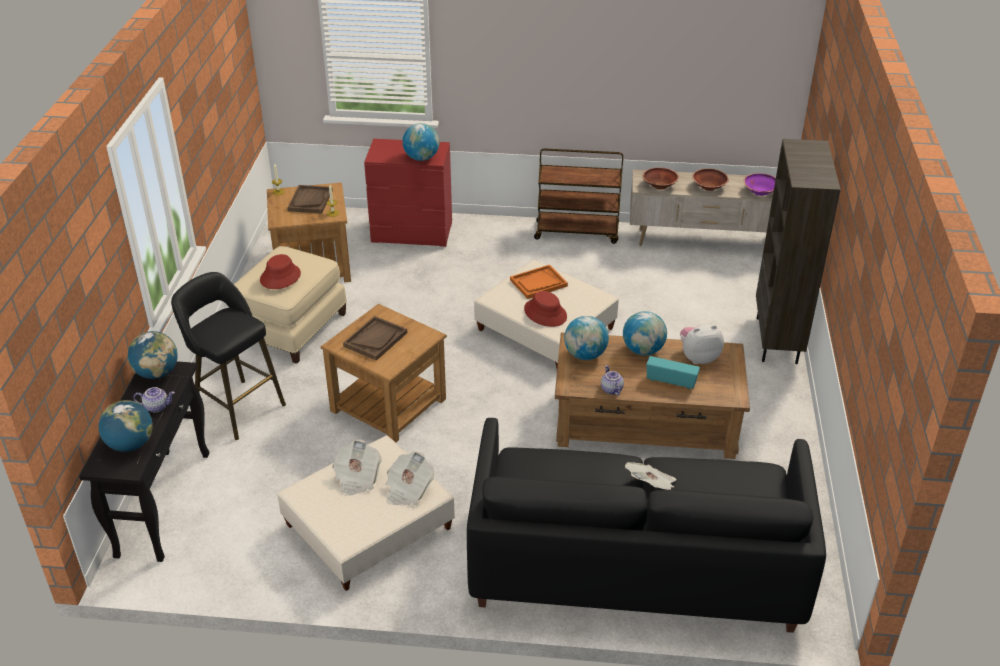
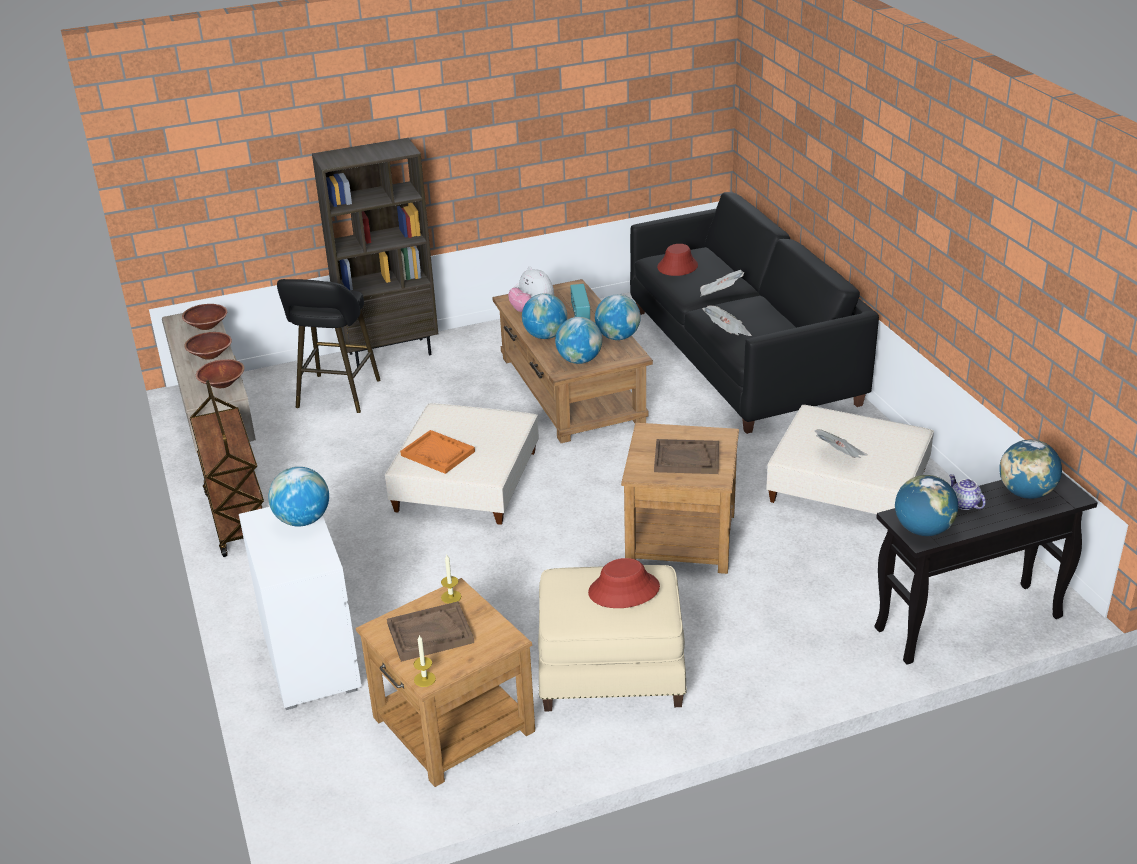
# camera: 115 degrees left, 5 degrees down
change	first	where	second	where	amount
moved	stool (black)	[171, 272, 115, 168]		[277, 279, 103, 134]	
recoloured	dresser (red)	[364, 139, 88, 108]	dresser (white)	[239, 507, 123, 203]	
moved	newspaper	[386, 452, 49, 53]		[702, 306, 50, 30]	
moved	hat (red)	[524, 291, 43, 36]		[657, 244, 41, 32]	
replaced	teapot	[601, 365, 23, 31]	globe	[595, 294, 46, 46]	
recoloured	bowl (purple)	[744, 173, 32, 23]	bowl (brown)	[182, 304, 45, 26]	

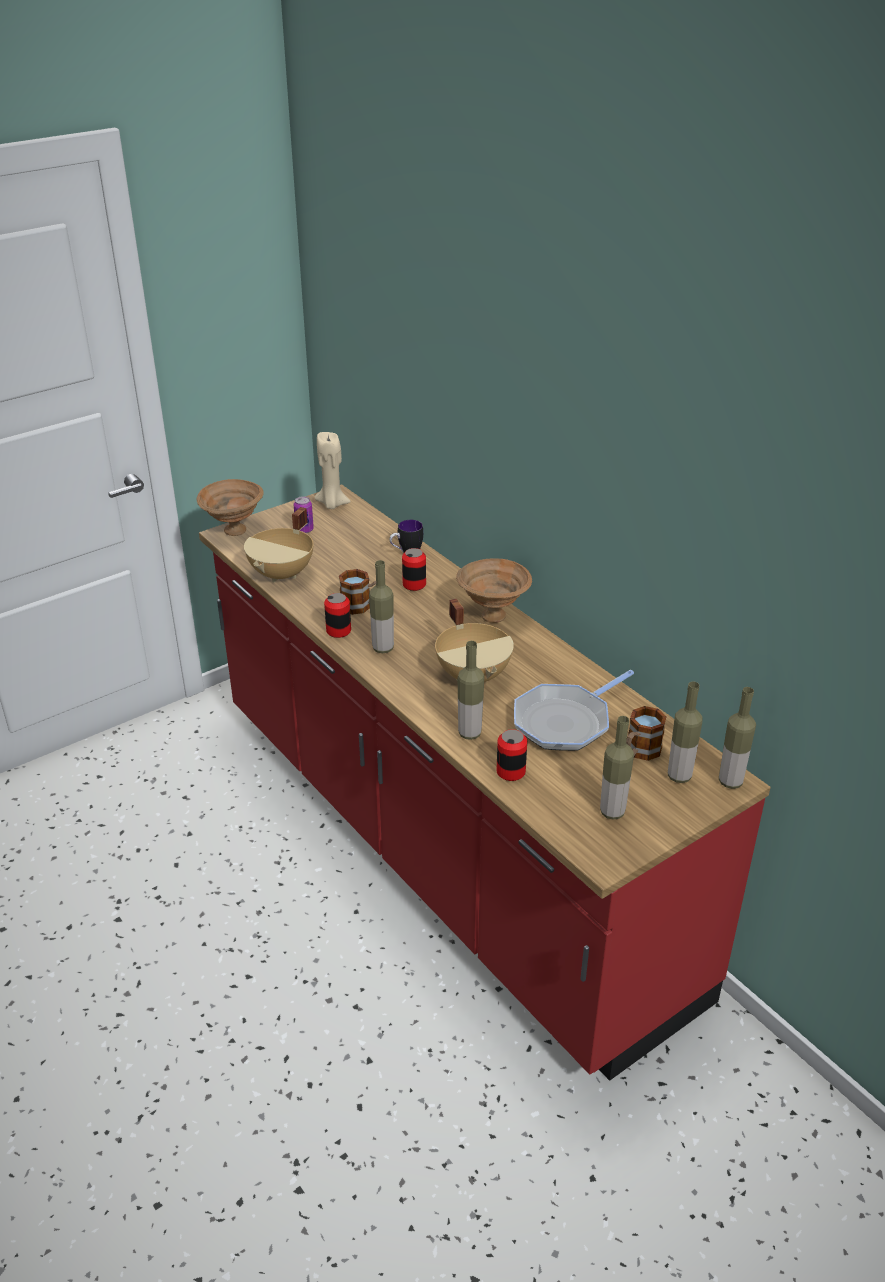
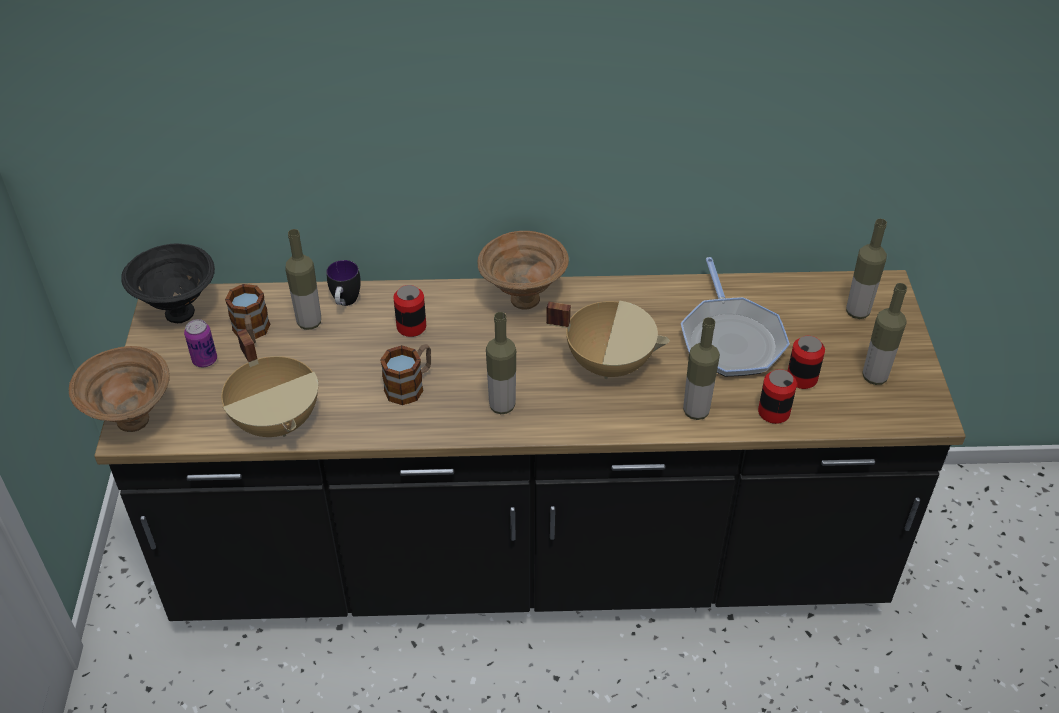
# camera: 55 degrees left, 10 degrees up
change	first	where	second	where	amount
recoloured	counter (red)	[199, 484, 572, 597]	counter (black)	[94, 270, 872, 351]	
replaced	candle (beige)	[315, 432, 36, 77]	bowl (black)	[121, 244, 94, 79]	
moved	can	[324, 593, 27, 45]		[788, 336, 37, 53]	
moved	mug	[626, 706, 40, 55]		[225, 284, 45, 60]	
moved	bottle	[719, 687, 37, 102]		[285, 229, 36, 101]	

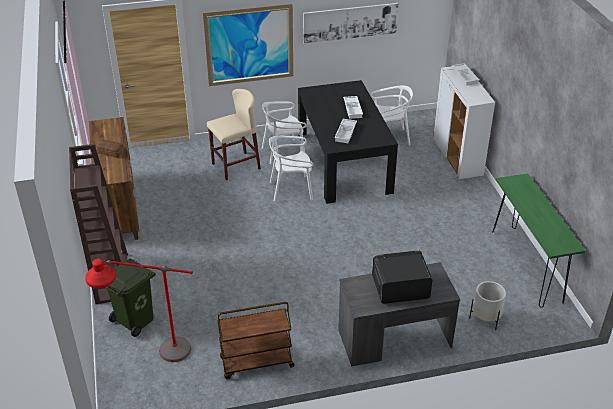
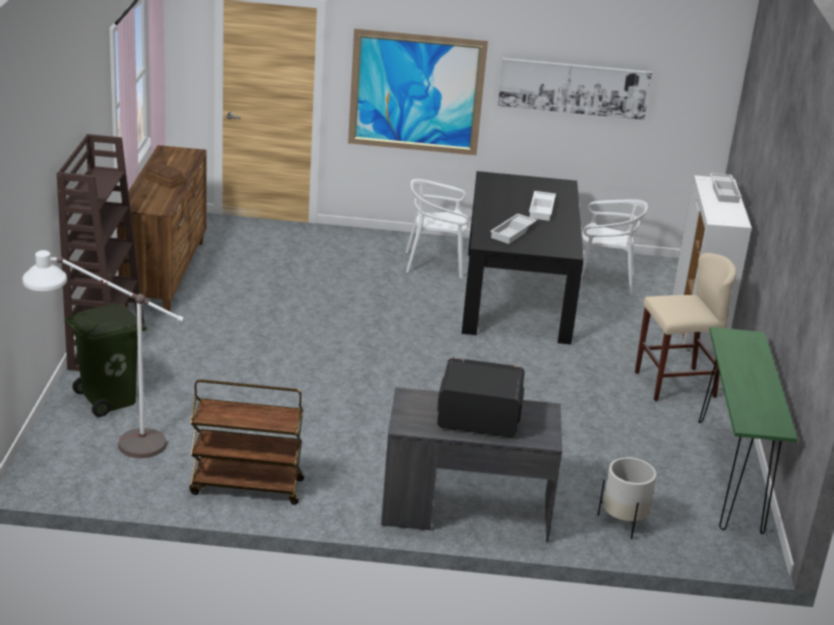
# camera: 15 degrees right, 10 degrees down
change	first	where	second	where	amount
recoloured	floor lamp (red)	[85, 259, 108, 103]	floor lamp (white)	[23, 250, 160, 208]	
moved	stool (beige)	[207, 89, 54, 91]		[635, 253, 102, 148]	
removed	chair (white)	[269, 136, 45, 66]			

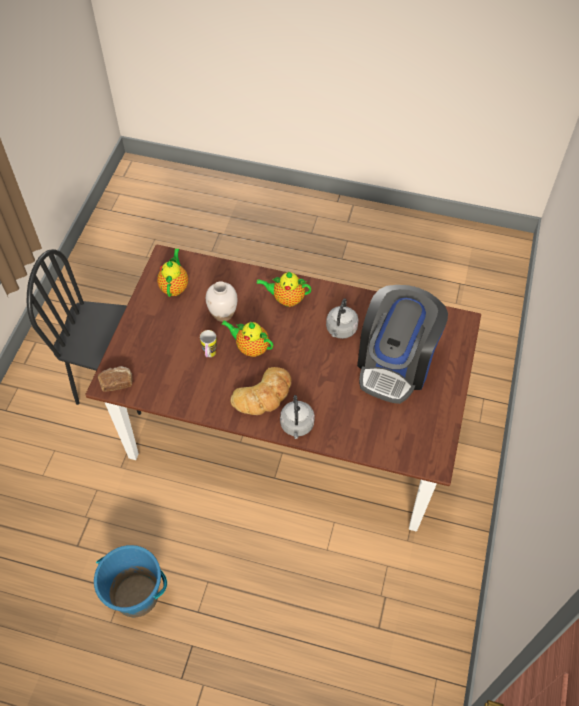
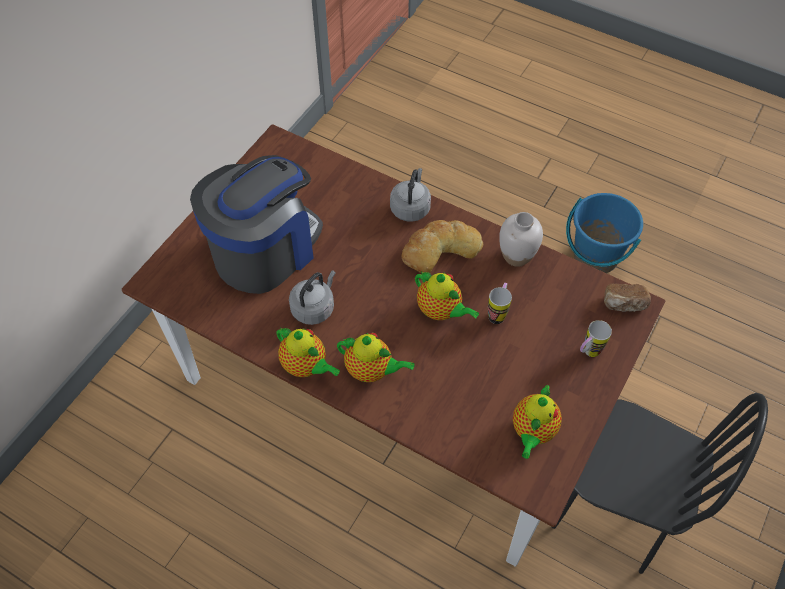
# camera: 165 degrees left, 0 degrees up
change	first	where	second	where	amount
moved	vase (white)	[206, 281, 31, 41]		[499, 212, 44, 55]	
added			teapot	[276, 328, 64, 49]	
added			mug	[580, 320, 32, 37]	

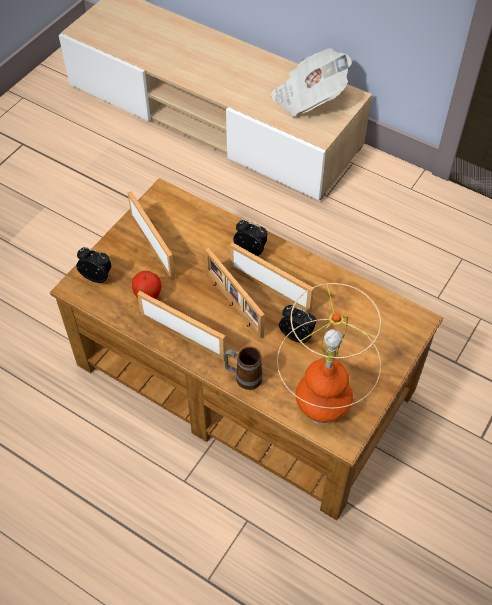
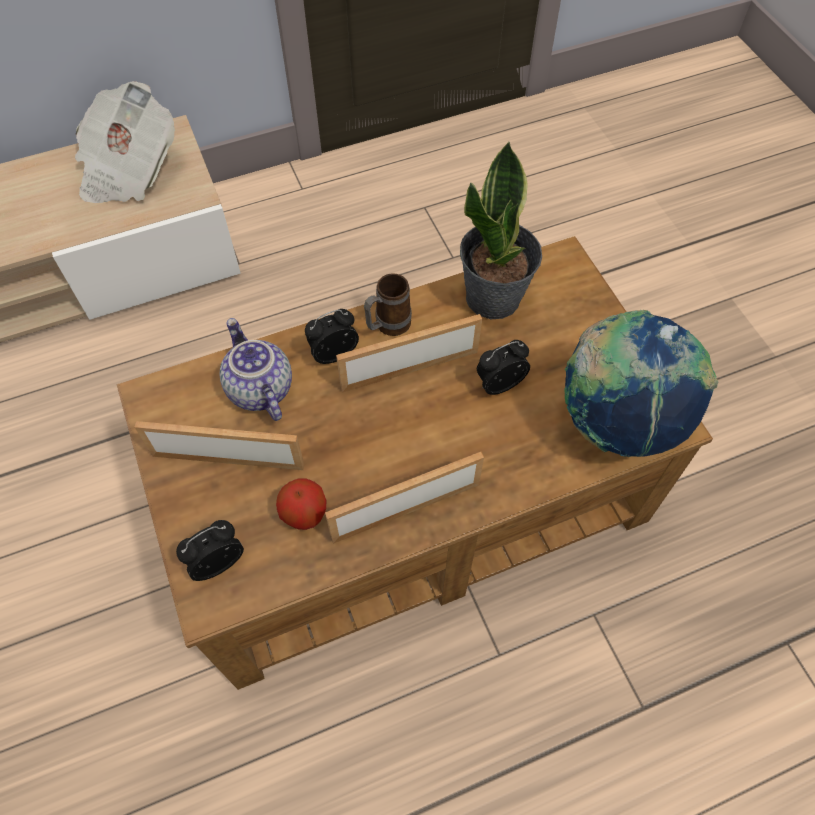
# camera: 55 degrees left, 5 degrees up
change	first	where	second	where	amount
removed	picture frame	[205, 248, 60, 91]			
moved	mug	[224, 347, 39, 43]		[364, 273, 48, 63]	
replaced	table lamp	[277, 283, 104, 142]	globe	[564, 310, 154, 147]	
added			teapot	[220, 318, 72, 103]	
added			potted plant	[460, 142, 82, 177]	

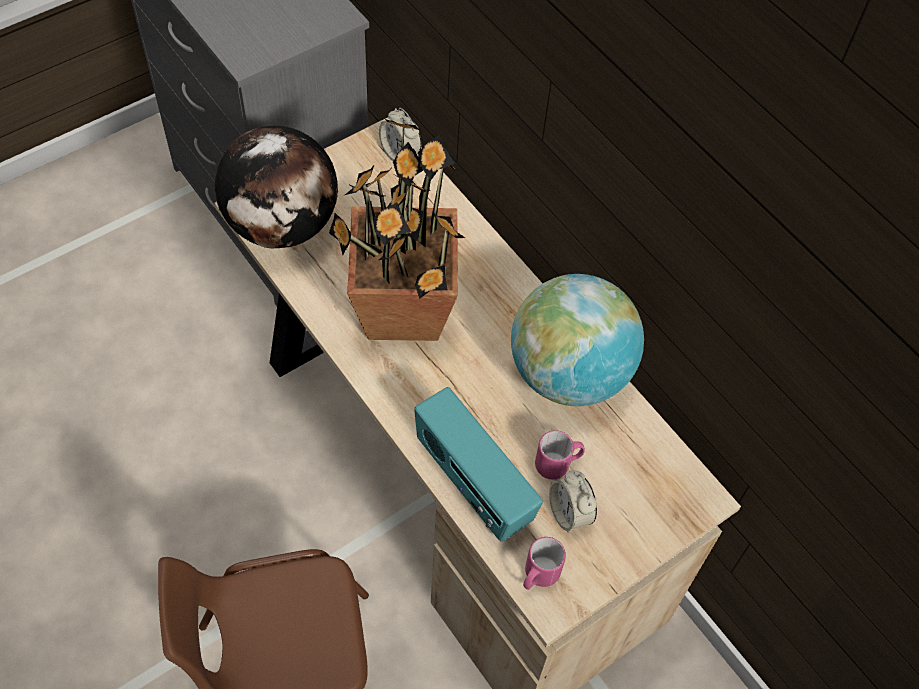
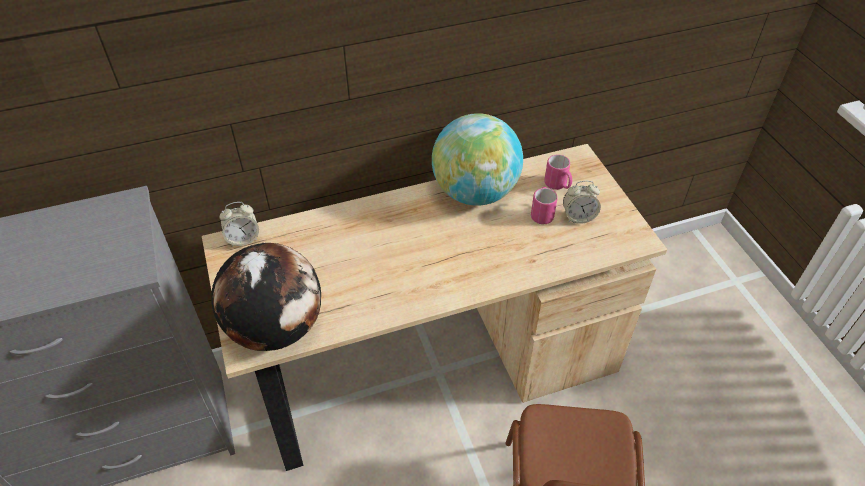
# camera: 70 degrees left, 10 degrees down
change	first	where	second	where	amount
removed	potted plant	[329, 119, 136, 222]			
removed	radio	[414, 387, 129, 155]			
moved	mug (pink)	[523, 537, 43, 53]		[544, 155, 28, 35]	

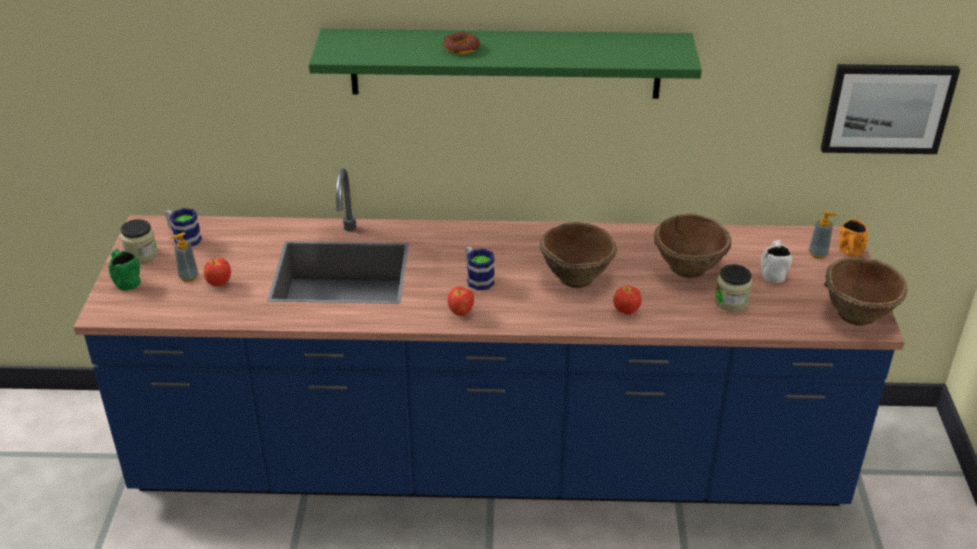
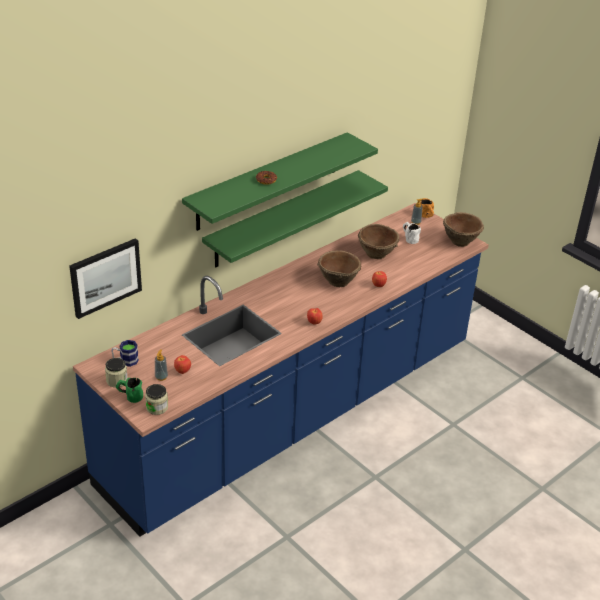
# camera: 45 degrees left, 0 degrees up
change	first	where	second	where	amount
removed	mug	[466, 247, 29, 43]			
moved	jar	[714, 264, 38, 47]		[145, 384, 23, 31]	
moved	picture	[821, 64, 139, 90]		[69, 238, 73, 81]	
added			shelf (green)	[202, 170, 186, 97]	

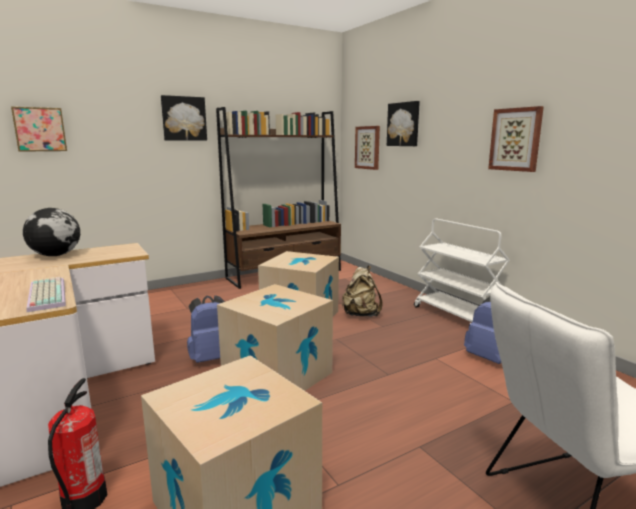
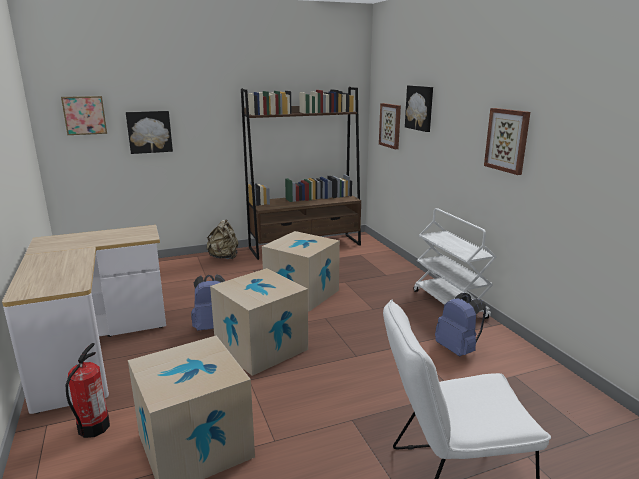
# camera: 10 degrees right, 5 degrees up
change	first	where	second	where	amount
removed	globe	[23, 208, 57, 48]			
removed	keyboard	[27, 277, 39, 35]			
moved	picture	[161, 95, 46, 46]		[126, 111, 47, 43]	
moved	backpack (beige)	[342, 265, 40, 52]		[206, 219, 32, 40]	

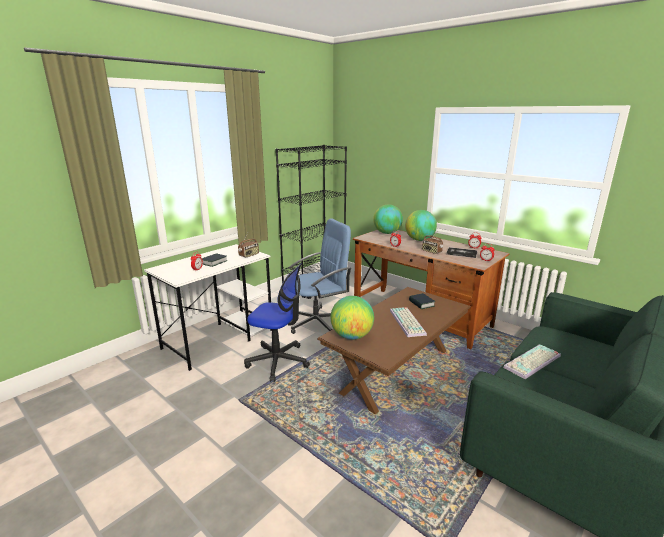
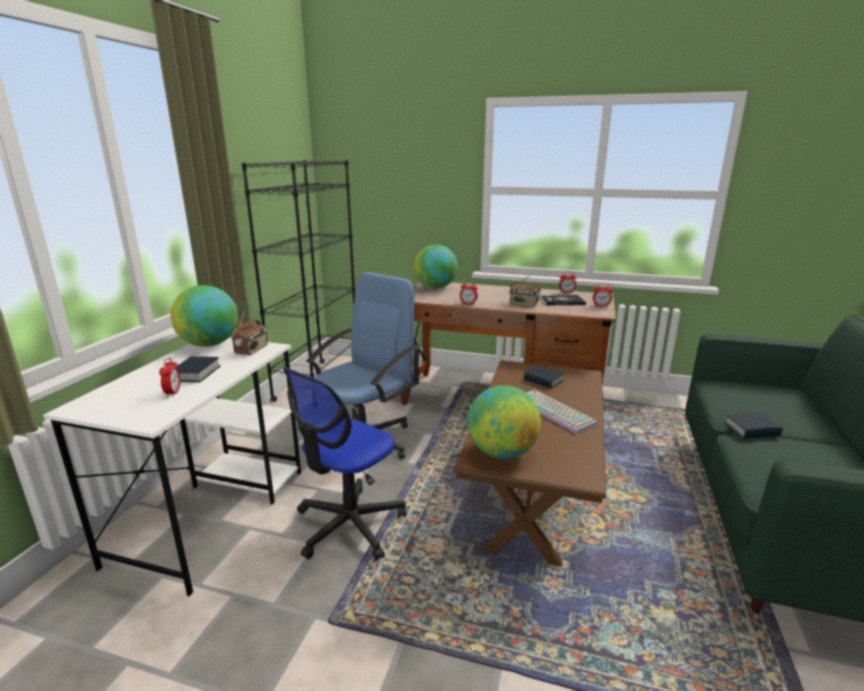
# camera: 25 degrees left, 0 degrees up
change	first	where	second	where	amount
turned	office chair	[244, 264, 66, 118]		[283, 367, 124, 193]	135 degrees clockwise
moved	globe	[405, 210, 32, 31]		[171, 285, 67, 62]	
replaced	keyboard	[503, 344, 58, 35]	book	[724, 413, 59, 26]	

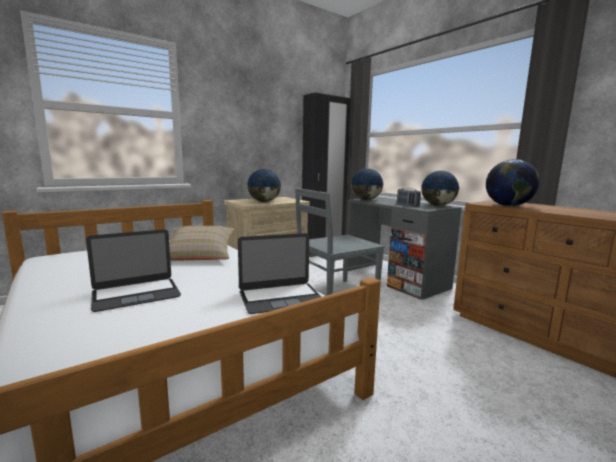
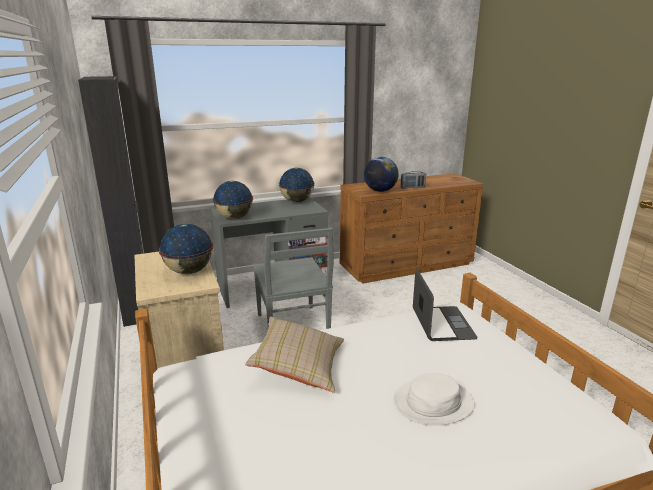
# camera: 75 degrees left, 10 degrees up
change	first	where	second	where	amount
replaced	laptop	[86, 229, 95, 83]	hat (white)	[393, 373, 82, 52]	
moved	radio	[397, 188, 24, 19]		[401, 171, 25, 18]	

